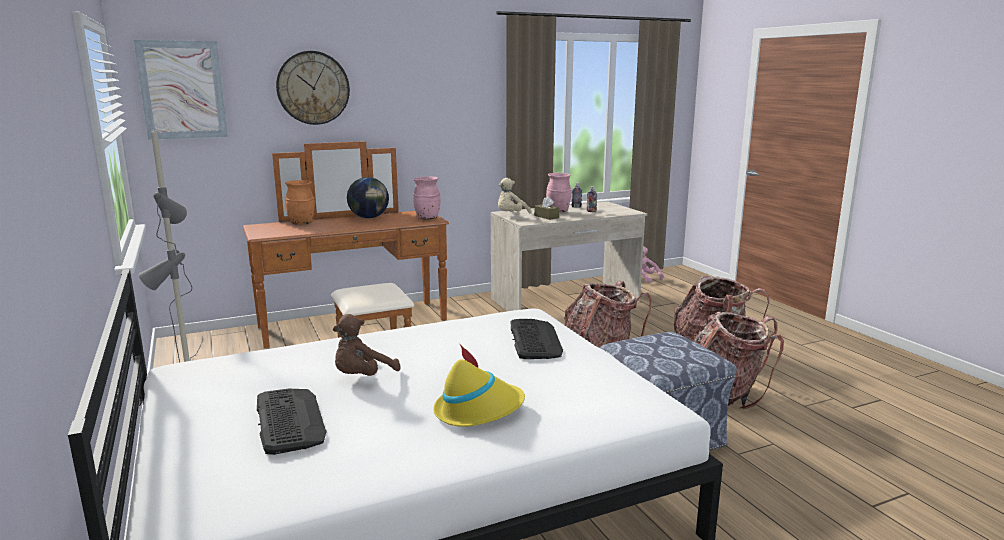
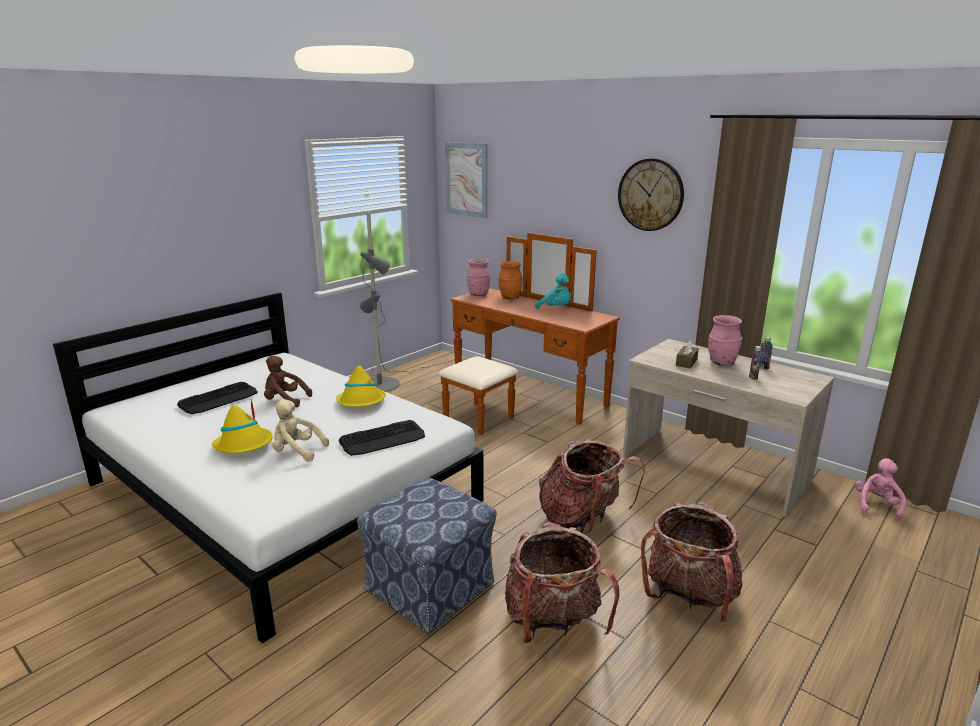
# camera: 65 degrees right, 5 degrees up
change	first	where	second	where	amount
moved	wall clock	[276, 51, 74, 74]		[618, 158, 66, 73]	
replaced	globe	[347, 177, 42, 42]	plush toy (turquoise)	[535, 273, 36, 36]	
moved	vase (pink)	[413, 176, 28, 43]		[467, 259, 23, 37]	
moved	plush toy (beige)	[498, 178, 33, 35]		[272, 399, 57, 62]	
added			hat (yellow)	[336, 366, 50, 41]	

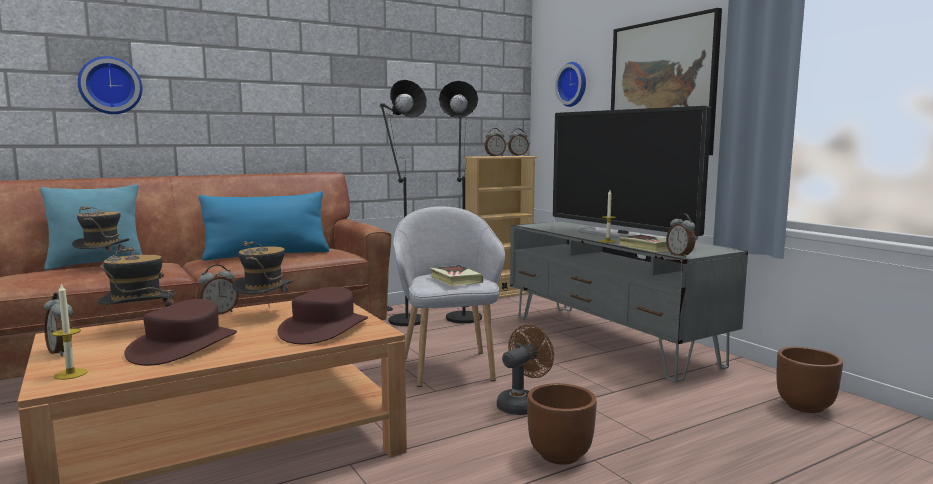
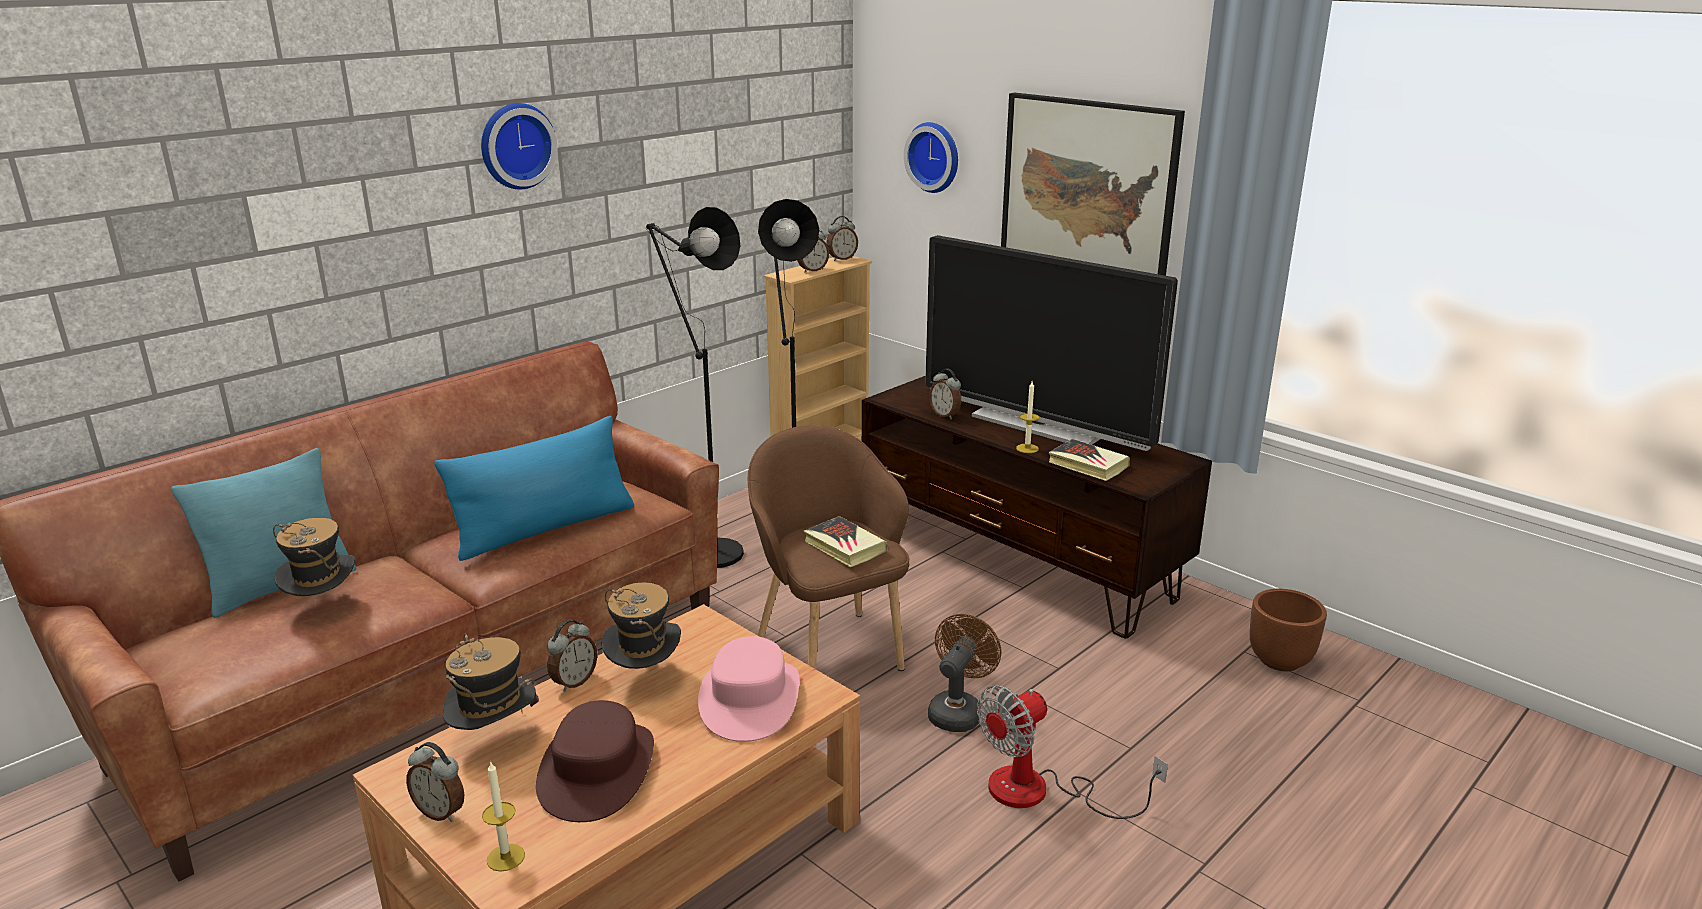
# camera: 15 degrees left, 15 degrees up
change	first	where	second	where	amount
moved	wall clock	[78, 56, 64, 58]		[481, 103, 77, 86]	
recoloured	hat (brown)	[277, 287, 91, 57]	hat (pink)	[698, 636, 101, 106]	
recoloured	armchair (grey)	[393, 206, 112, 181]	armchair (brown)	[748, 425, 161, 246]	
recoloured	tv stand (grey)	[510, 221, 238, 161]	tv stand (brown)	[862, 376, 350, 263]	
replaced	planter (brown)	[527, 383, 70, 82]	fan	[977, 685, 191, 134]	
moved	alarm clock	[666, 214, 30, 44]		[929, 369, 32, 50]	

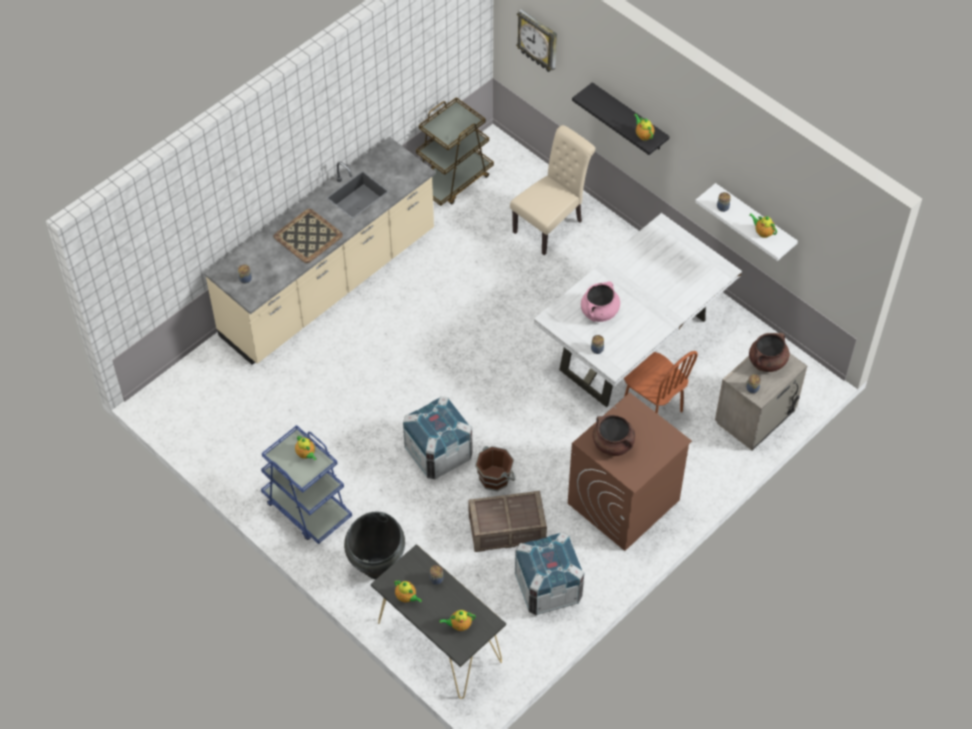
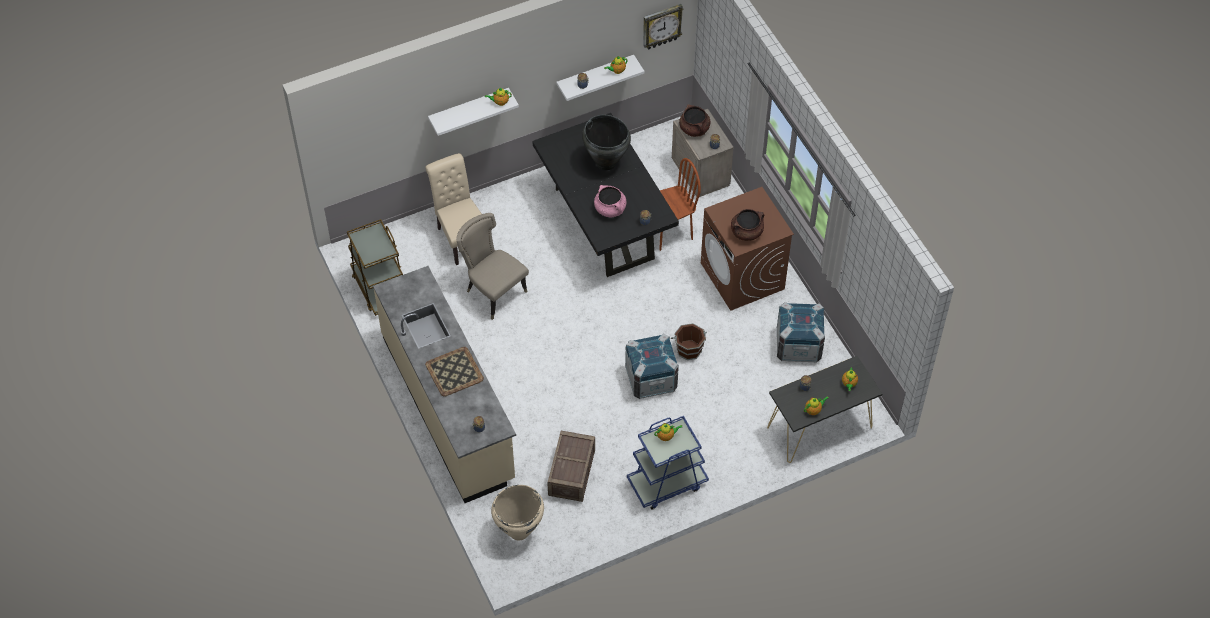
# camera: 70 degrees left, 0 degrees up
change	first	where	second	where	amount
moved	vase (black)	[344, 512, 61, 67]		[582, 115, 49, 56]	
moved	crate	[468, 491, 79, 61]		[547, 431, 48, 71]	
moved	wall clock	[516, 9, 41, 63]		[643, 4, 40, 46]	
recoloured	dining table (white)	[534, 213, 208, 194]	dining table (black)	[532, 113, 147, 164]	
recoloured	shelf (black)	[572, 82, 97, 73]	shelf (white)	[428, 88, 91, 48]	
added			chair (beige)	[456, 213, 73, 107]	
added			vase (beige)	[491, 485, 53, 55]	

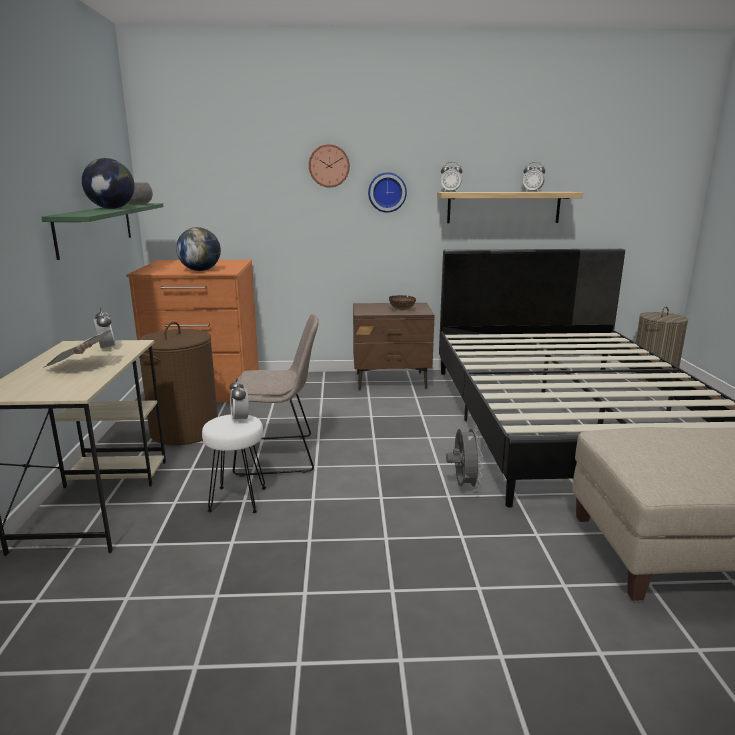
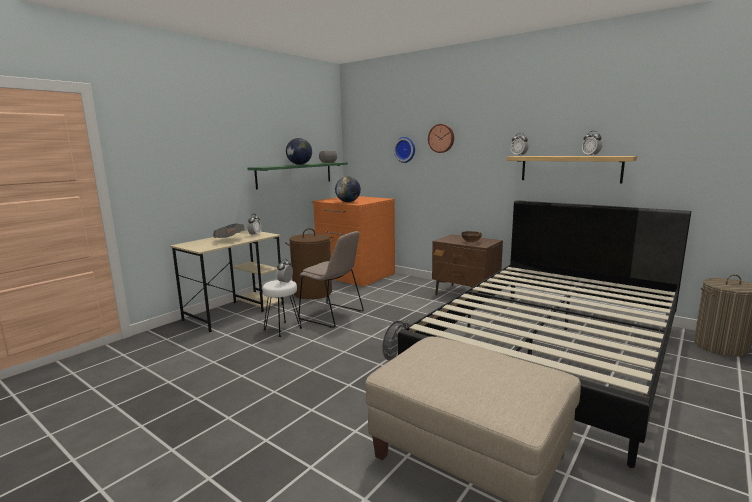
# camera: 40 degrees right, 5 degrees down
change	first	where	second	where	amount
moved	wall clock	[368, 172, 39, 41]		[394, 137, 21, 26]	

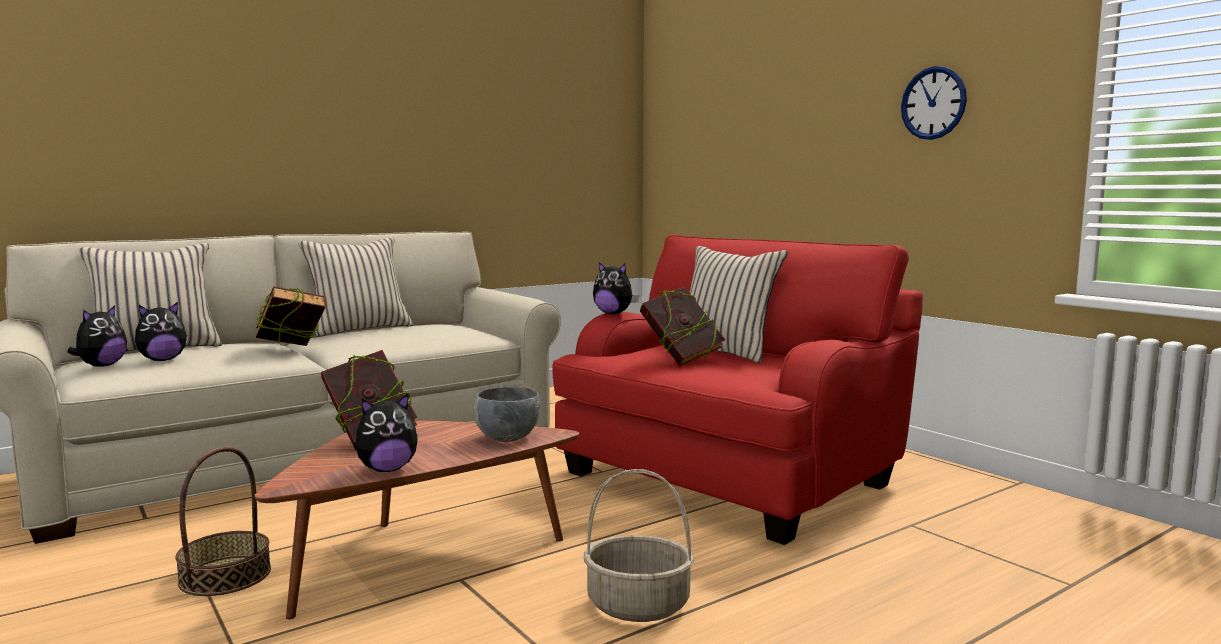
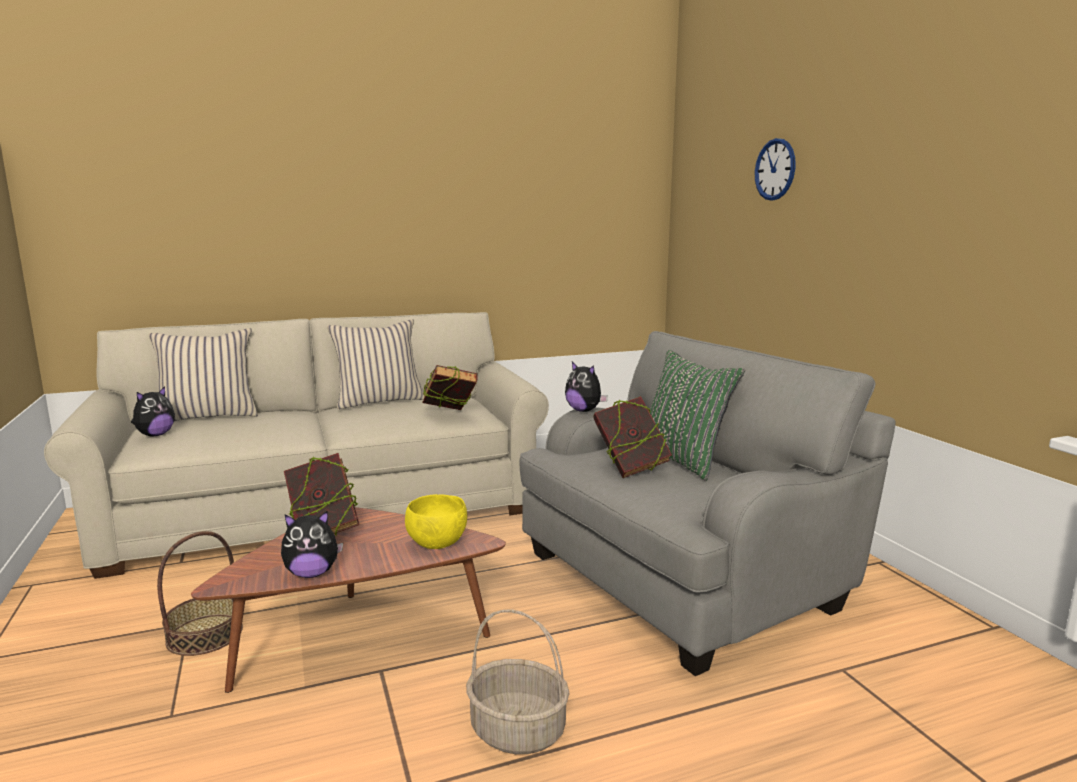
# camera: 15 degrees right, 5 degrees up
change	first	where	second	where	amount
removed	plush toy	[135, 302, 53, 59]			
moved	book	[256, 286, 70, 60]		[422, 365, 55, 45]	
recoloured	bowl (grey)	[474, 387, 67, 55]	bowl (yellow)	[405, 494, 62, 55]	
recoloured	armchair (red)	[552, 235, 371, 310]	armchair (grey)	[520, 331, 376, 345]	
recoloured	pillow (beige)	[690, 246, 98, 117]	pillow (green)	[650, 350, 95, 131]	
moved	wall clock	[901, 66, 66, 74]		[755, 138, 41, 63]	

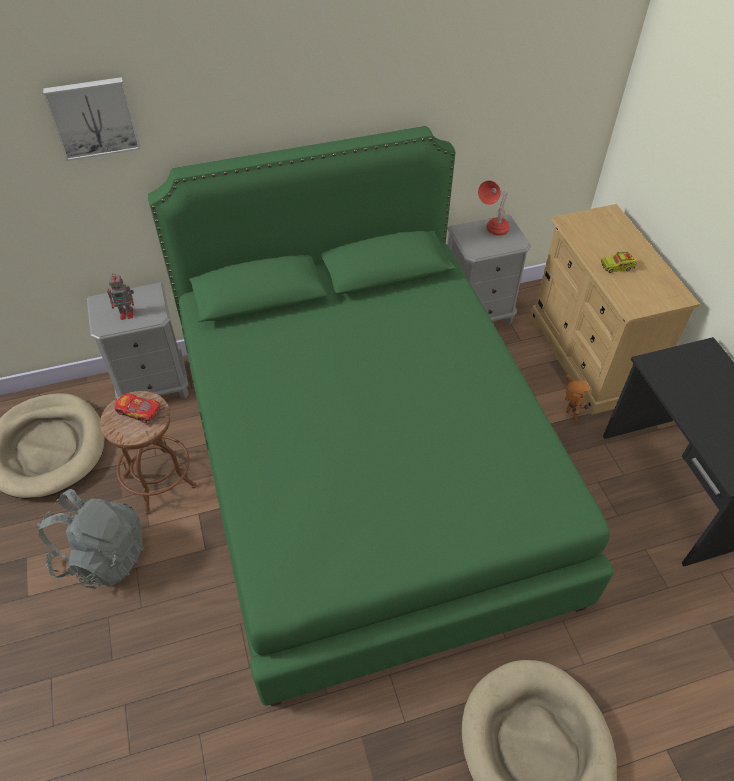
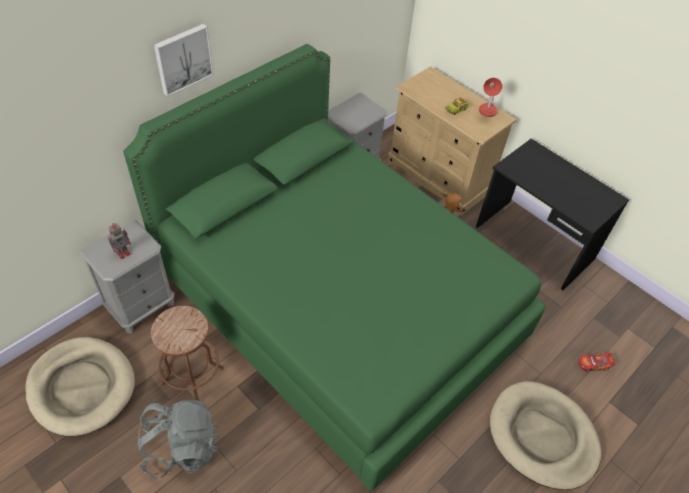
# camera: 30 degrees left, 0 degrees up
change	first	where	second	where	amount
moved	picture	[43, 77, 97, 84]		[154, 24, 60, 73]	
moved	toy car	[114, 393, 47, 30]		[579, 353, 36, 19]	
moved	table lamp (red)	[478, 181, 32, 55]		[479, 78, 23, 39]	

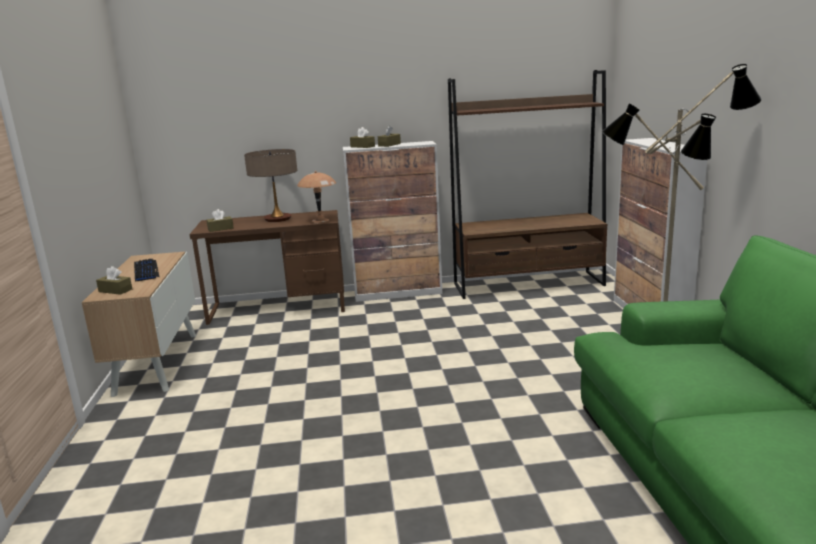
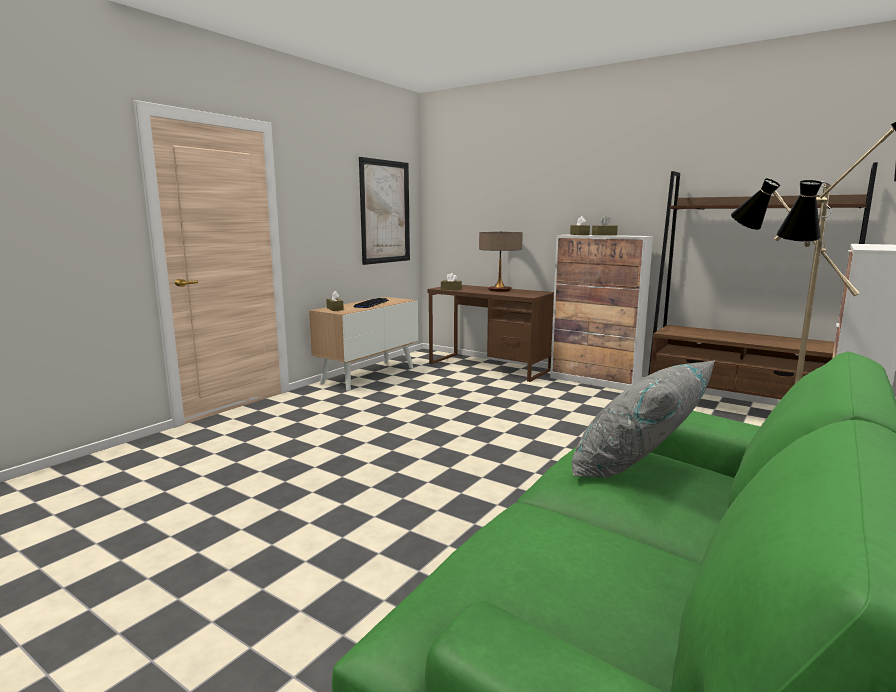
# camera: 40 degrees right, 5 degrees down
change	first	where	second	where	amount
removed	table lamp (brown)	[297, 171, 39, 52]			
added			picture	[359, 157, 51, 108]	
added			pillow (grey)	[572, 360, 143, 118]	

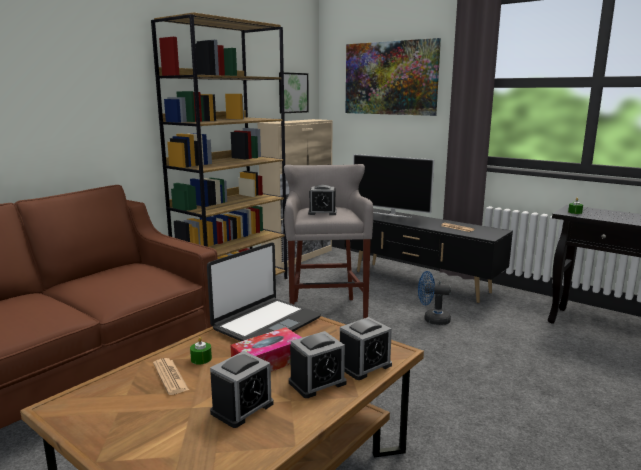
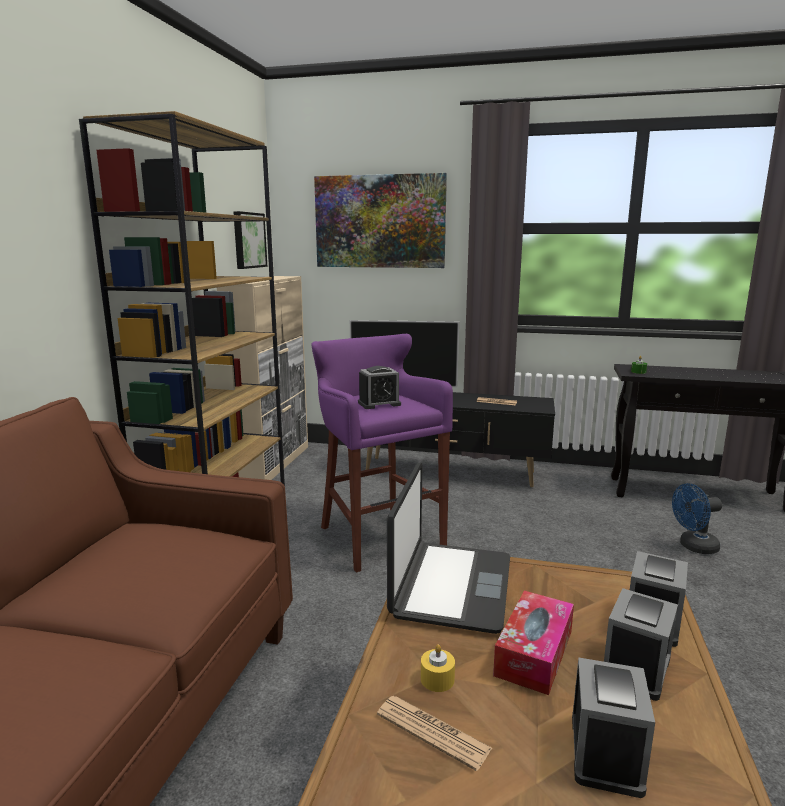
# camera: 25 degrees left, 0 degrees up
change	first	where	second	where	amount
recoloured	candle (green)	[190, 337, 22, 27]	candle (yellow)	[421, 644, 34, 48]	
recoloured	stool (grey)	[284, 164, 89, 155]	stool (purple)	[311, 334, 142, 238]	
moved	fan (blue)	[418, 271, 33, 54]		[672, 483, 50, 71]	

